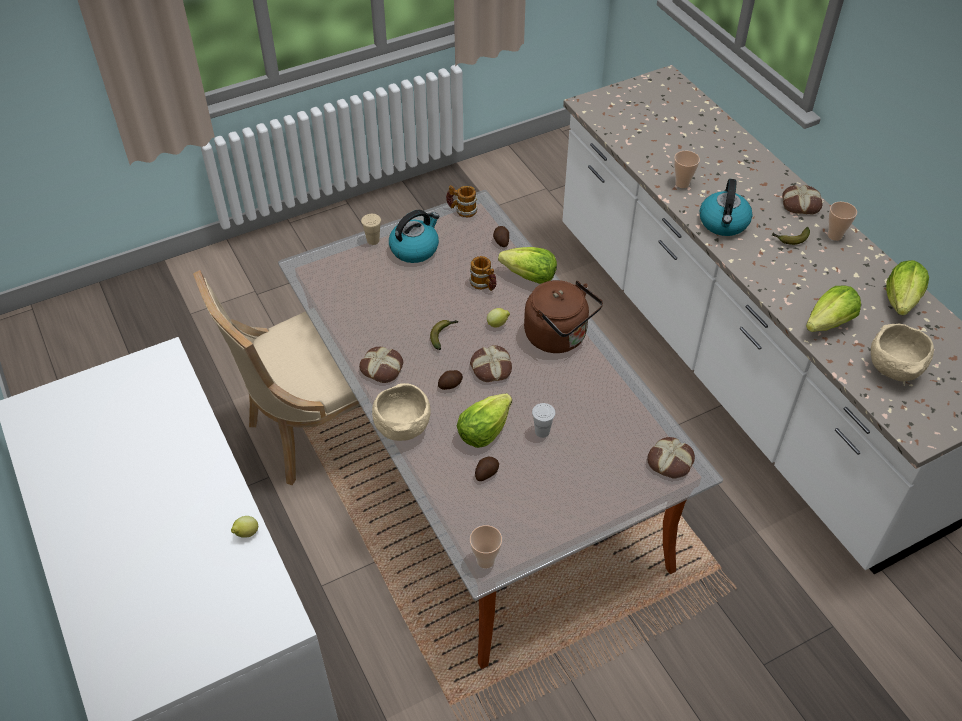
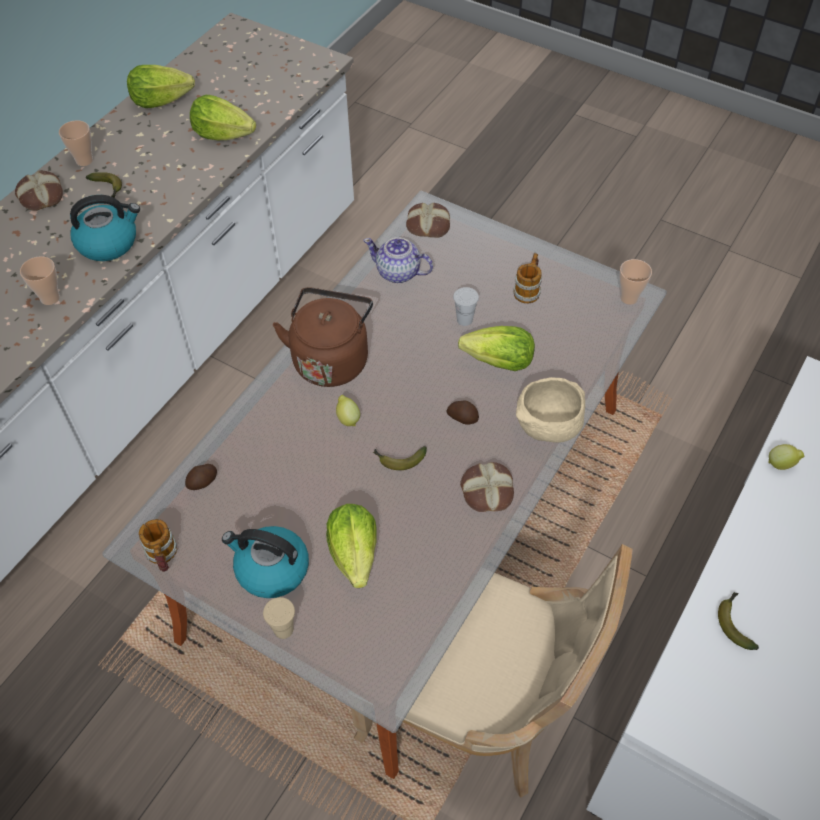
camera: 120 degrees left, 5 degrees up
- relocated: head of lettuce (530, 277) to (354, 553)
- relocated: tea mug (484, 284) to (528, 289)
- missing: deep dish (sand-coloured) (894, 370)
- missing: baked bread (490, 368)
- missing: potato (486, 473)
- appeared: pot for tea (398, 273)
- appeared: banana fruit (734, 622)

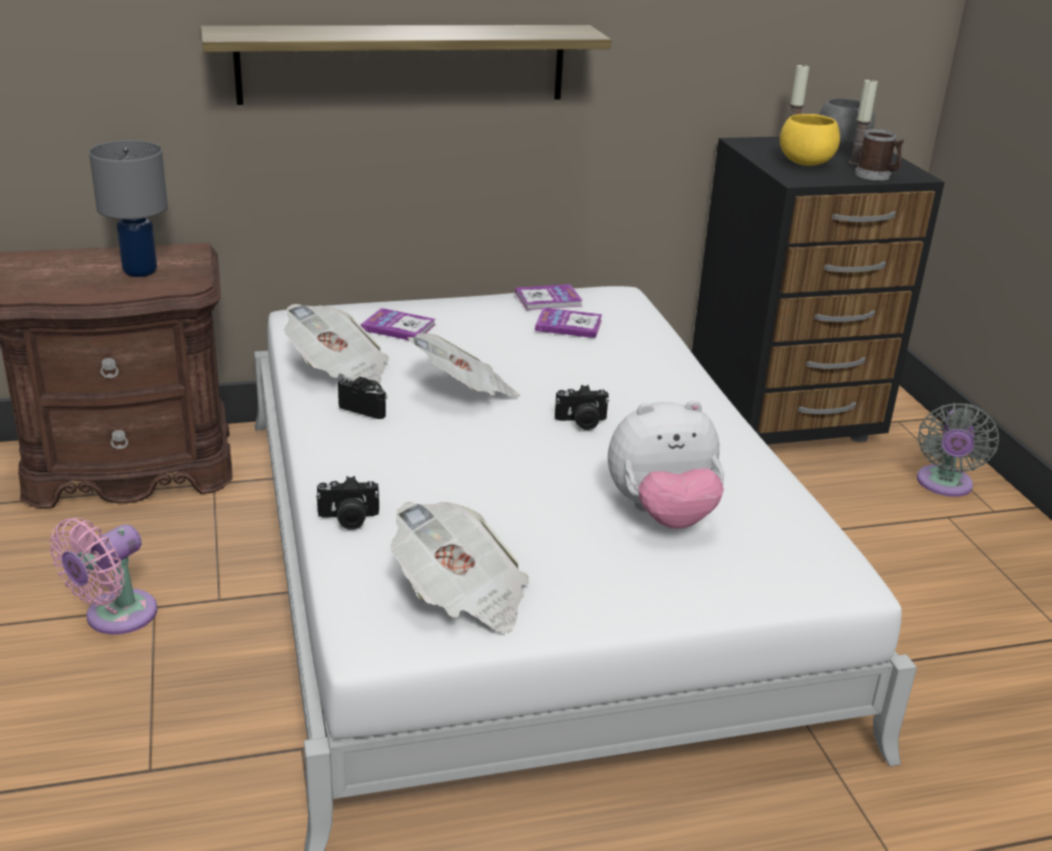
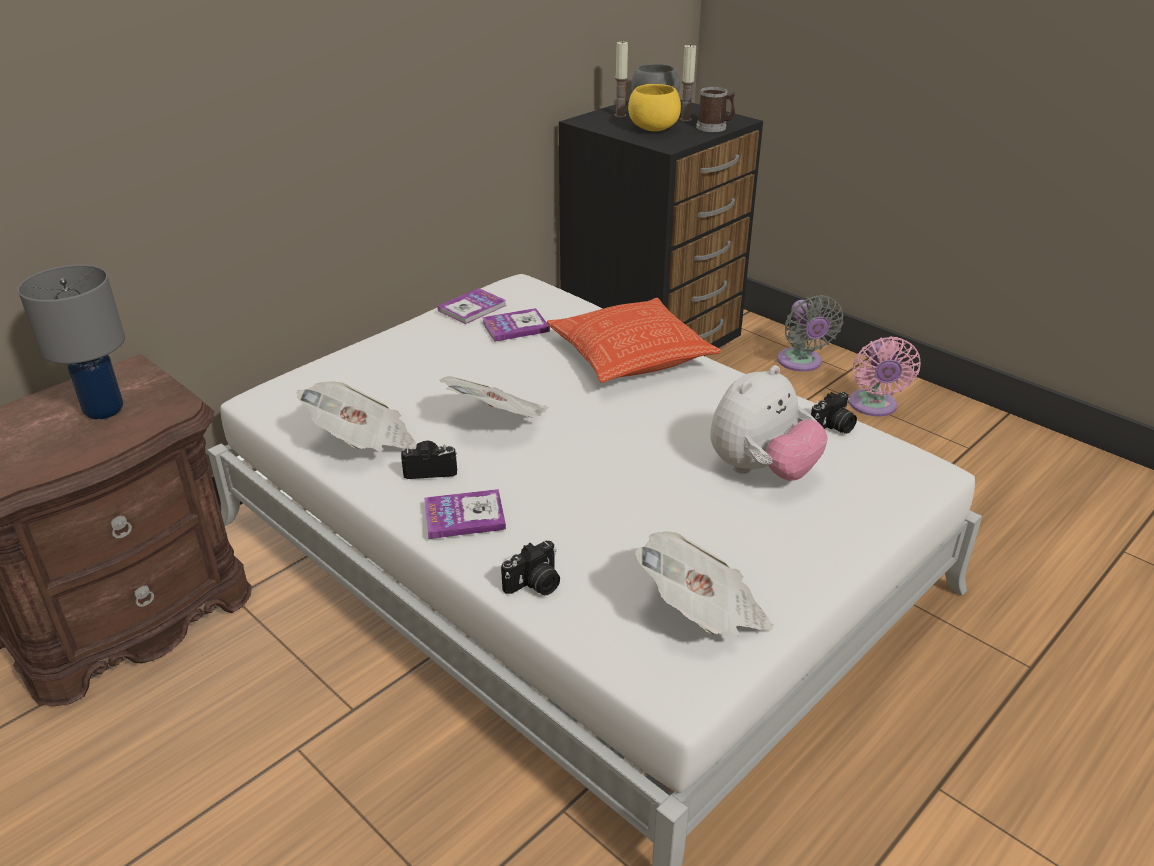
camera: 30 degrees left, 5 degrees up
- missing: shelf (403, 63)
- relocated: volume (398, 327) to (464, 516)
- relocated: still camera (581, 422) to (833, 427)
- relocated: cooling fan (pink) (115, 617) to (873, 407)
- appeared: throw pillow (orangey) (631, 358)

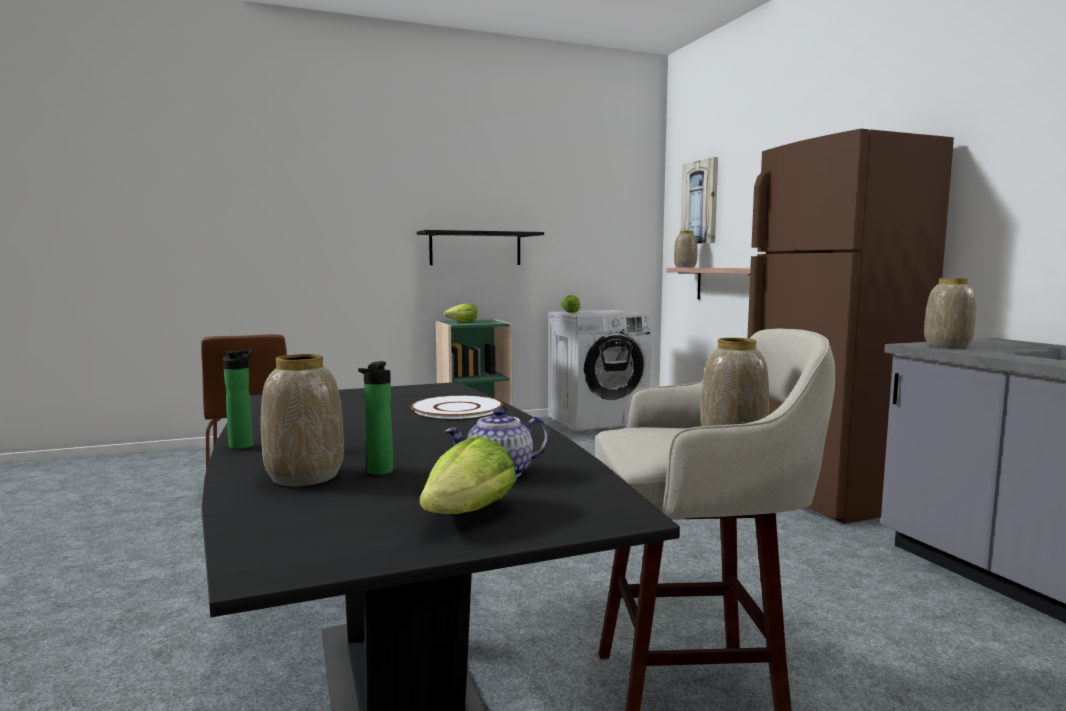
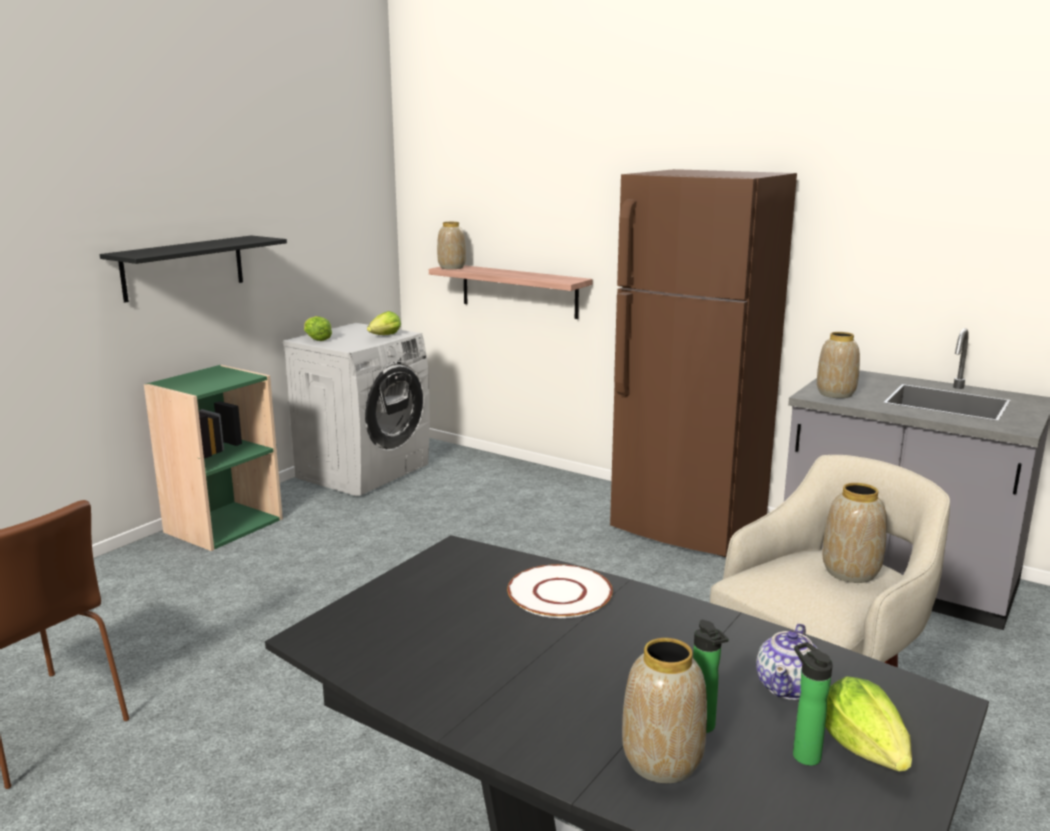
camera: 35 degrees left, 10 degrees up
- missing: wall picture (700, 202)
- relocated: head of lettuce (462, 322) to (385, 336)
- relocated: bottle (243, 445) to (803, 754)

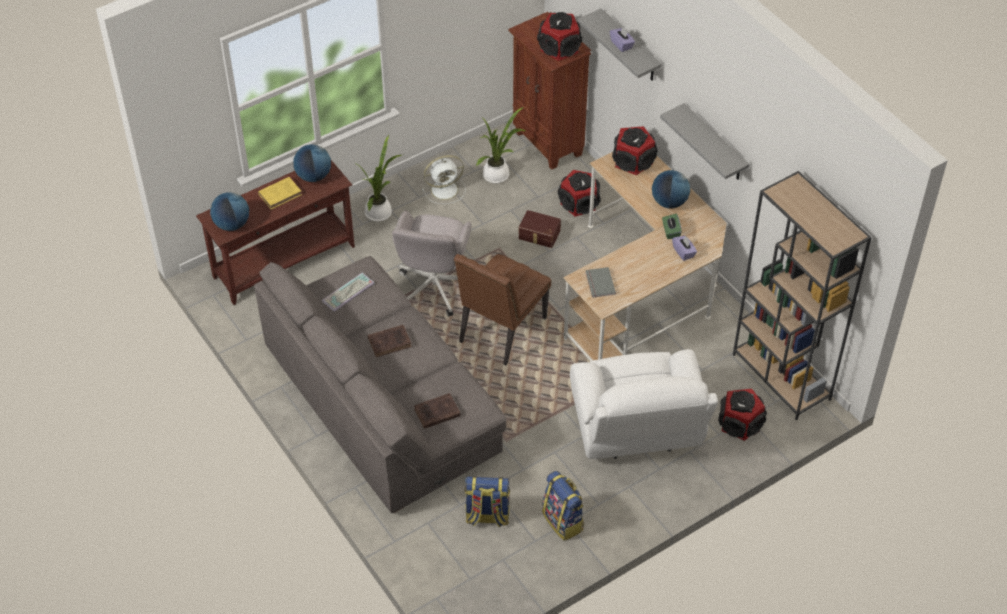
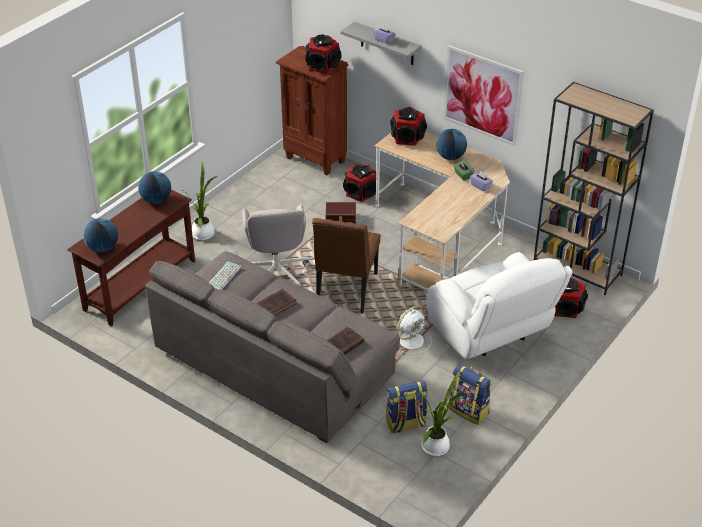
camera: 20 degrees left, 10 degrees down
- exchanged: shelf (greyish) (714, 144) to wall picture (482, 95)
- relocated: potted plant (498, 174) to (437, 445)
- relocated: cooling fan (whitish) (445, 189) to (412, 340)
- missing: volume (yellow-coloured) (281, 194)
- missing: volume (greyish) (599, 283)

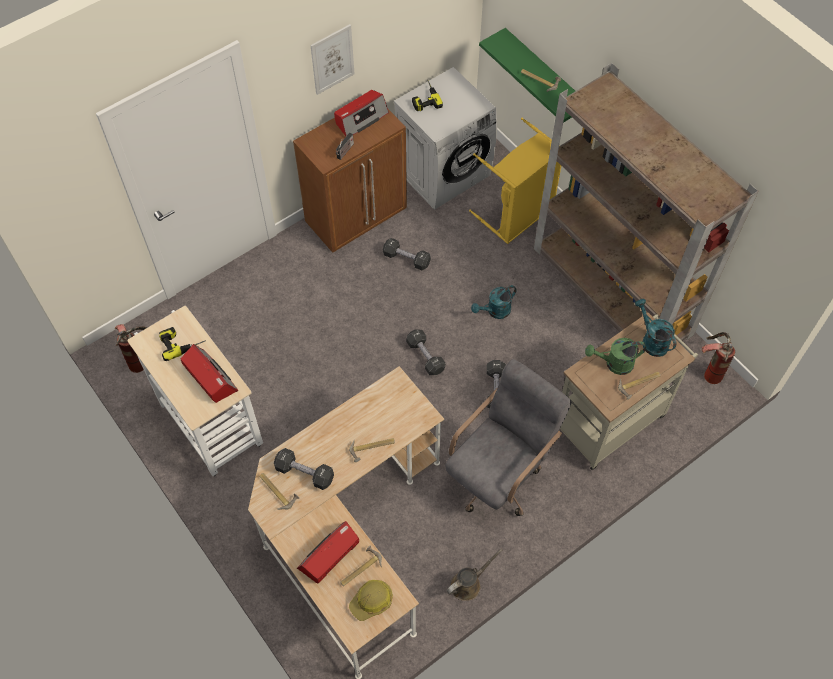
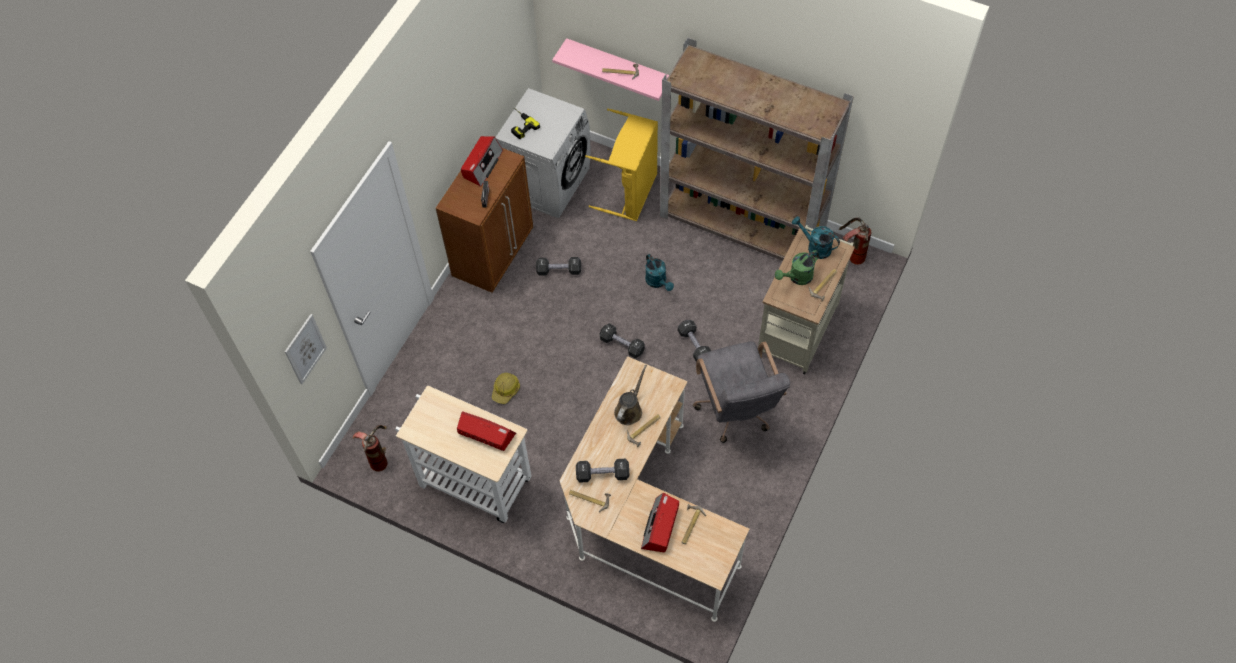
camera: 25 degrees left, 0 degrees up
- relocated: wall picture (332, 59) to (305, 349)
- colour: shelf (green-coloured) (545, 76) to shelf (pink) (618, 66)
- spun: sprinkling can (turquoise-coloured) (495, 311) = (658, 282) 60 degrees counterclockwise
- missing: electric drill (181, 342)
- spun: office chair (greyish) (499, 476) = (735, 413) 150 degrees clockwise
- relocated: sprinkling can (brown-coloured) (468, 584) to (629, 410)
- relocated: work helmet (372, 601) to (506, 390)

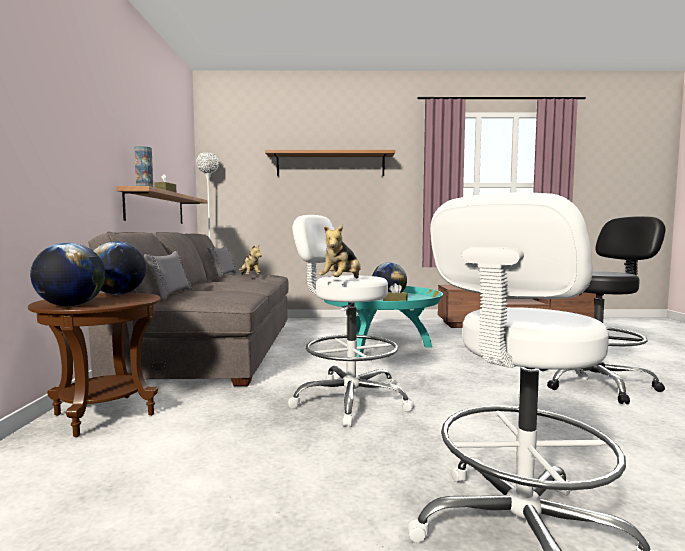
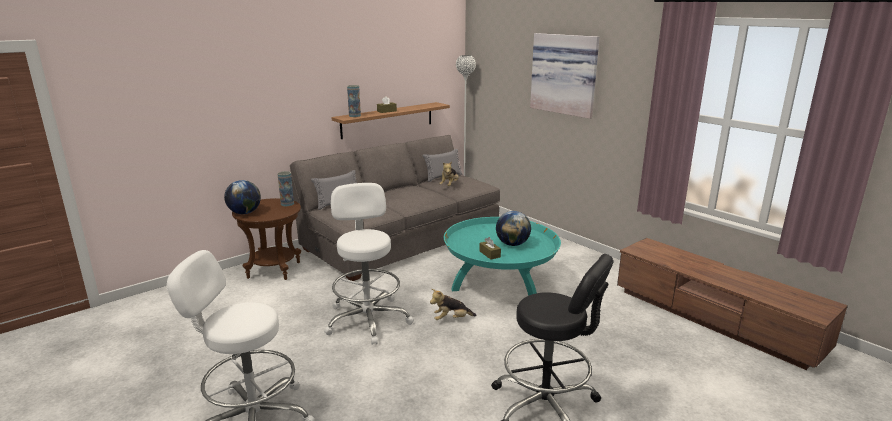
camera: 50 degrees right, 15 degrees up
- exchanged: shelf (330, 164) to wall picture (565, 74)
- relocated: plush toy (341, 282) to (451, 319)
- exchanged: world globe (118, 294) to vase (287, 204)

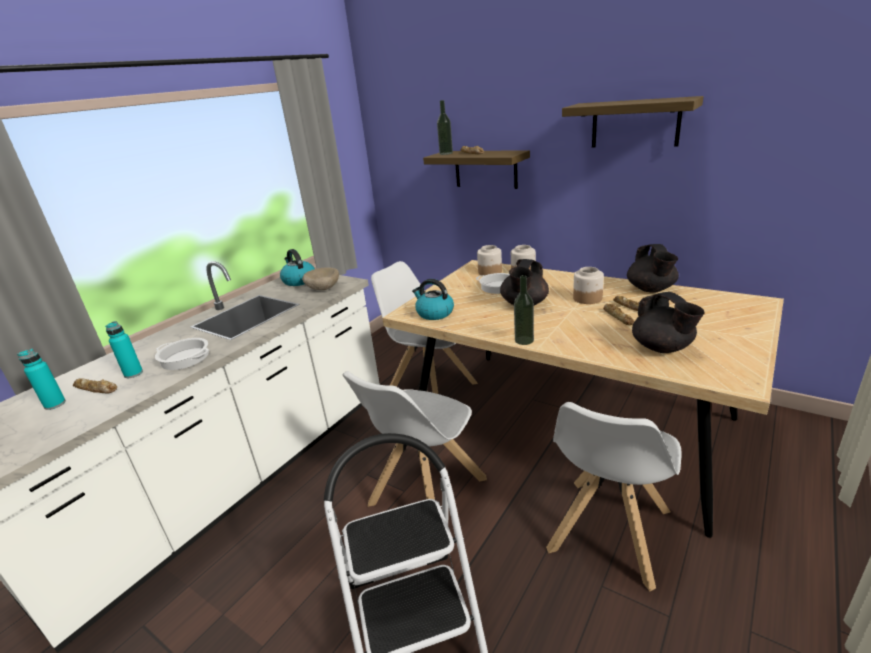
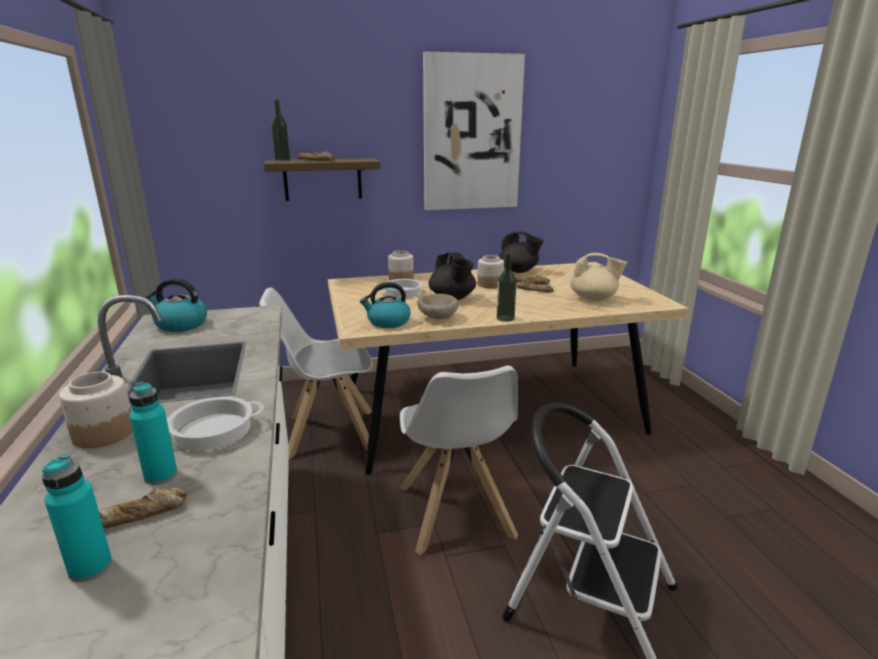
camera: 50 degrees left, 5 degrees down
- exchanged: shelf (635, 123) to wall picture (472, 134)
- relocated: storage jar (489, 272) to (103, 433)
- relocated: deep dish (sand-coloured) (322, 289) to (437, 318)
- colour: pot for tea (black-coloured) (662, 348) to pot for tea (sand-coloured) (594, 299)
- missing: upright chair (608, 533)

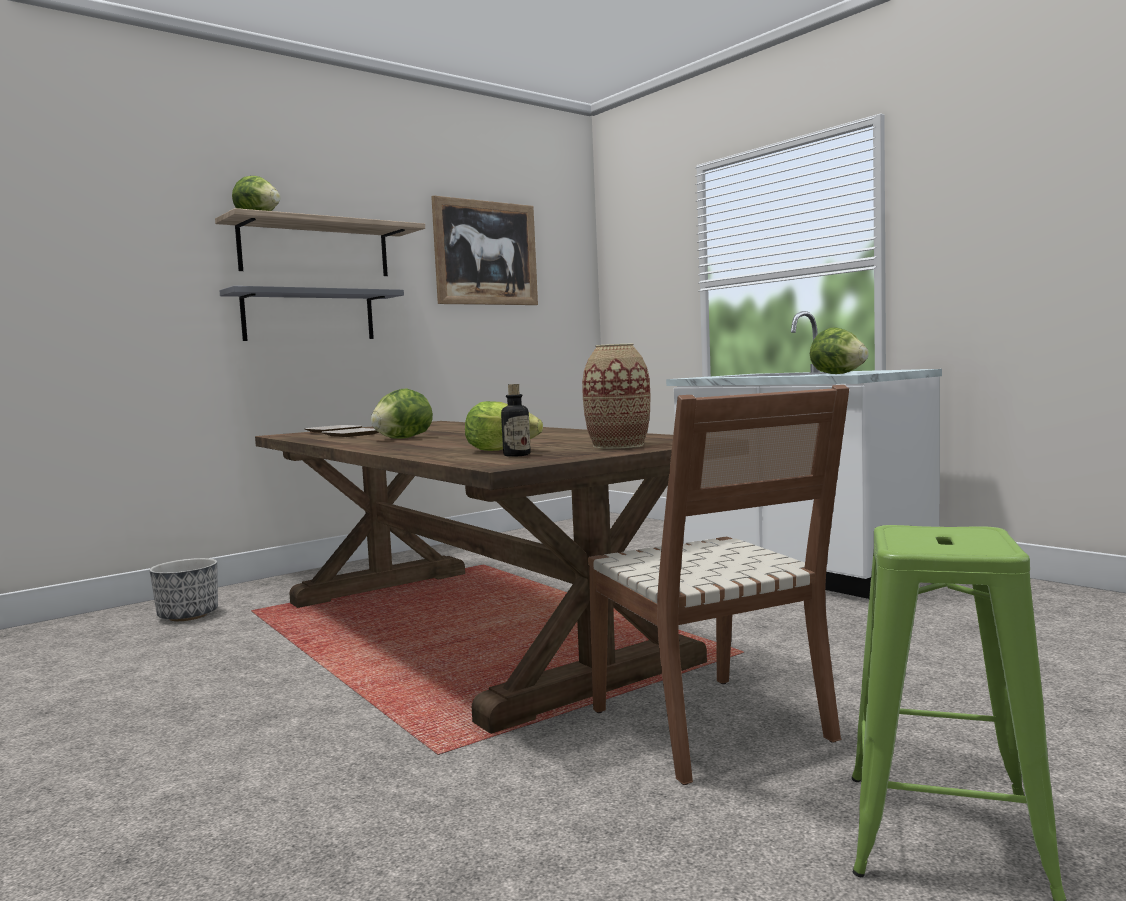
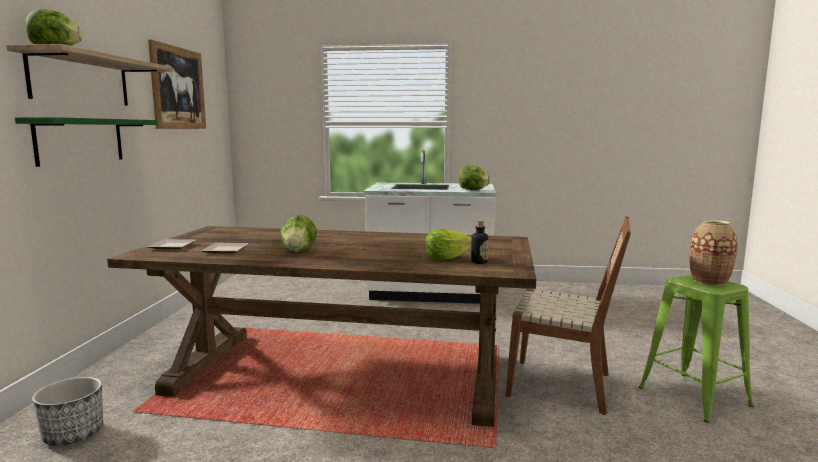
camera: 45 degrees left, 5 degrees up
- colour: shelf (greyish) (309, 315) to shelf (green-coloured) (80, 140)
- relocated: vase (618, 445) to (709, 281)

